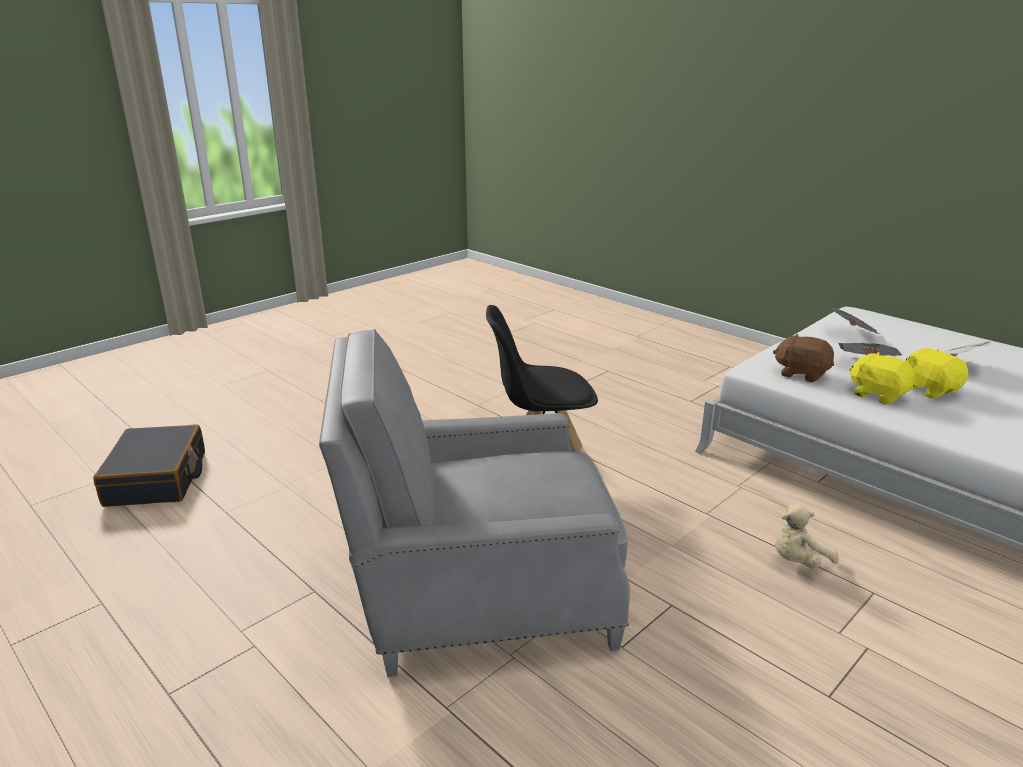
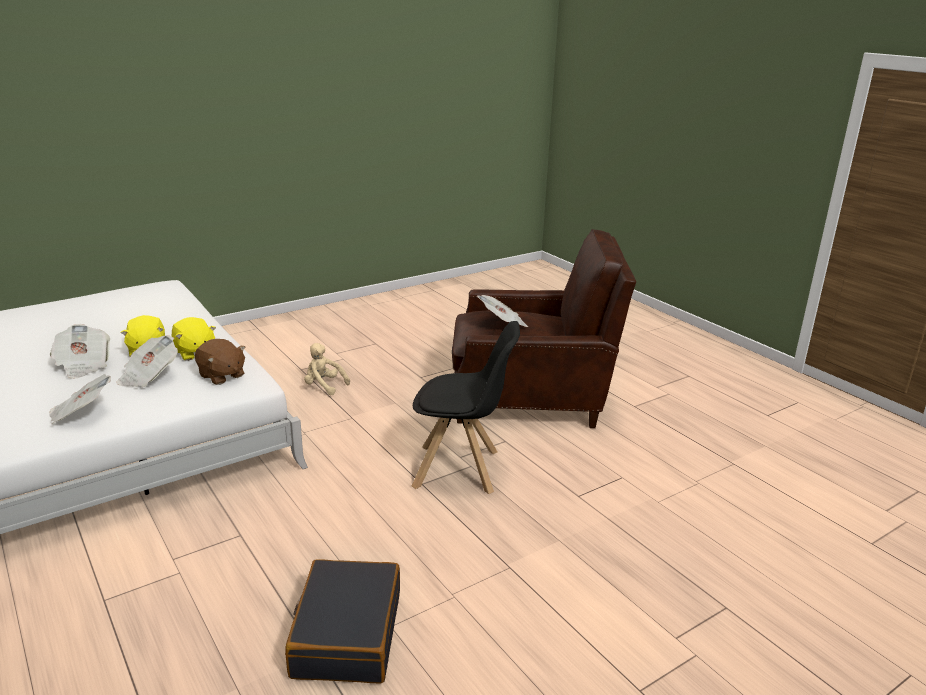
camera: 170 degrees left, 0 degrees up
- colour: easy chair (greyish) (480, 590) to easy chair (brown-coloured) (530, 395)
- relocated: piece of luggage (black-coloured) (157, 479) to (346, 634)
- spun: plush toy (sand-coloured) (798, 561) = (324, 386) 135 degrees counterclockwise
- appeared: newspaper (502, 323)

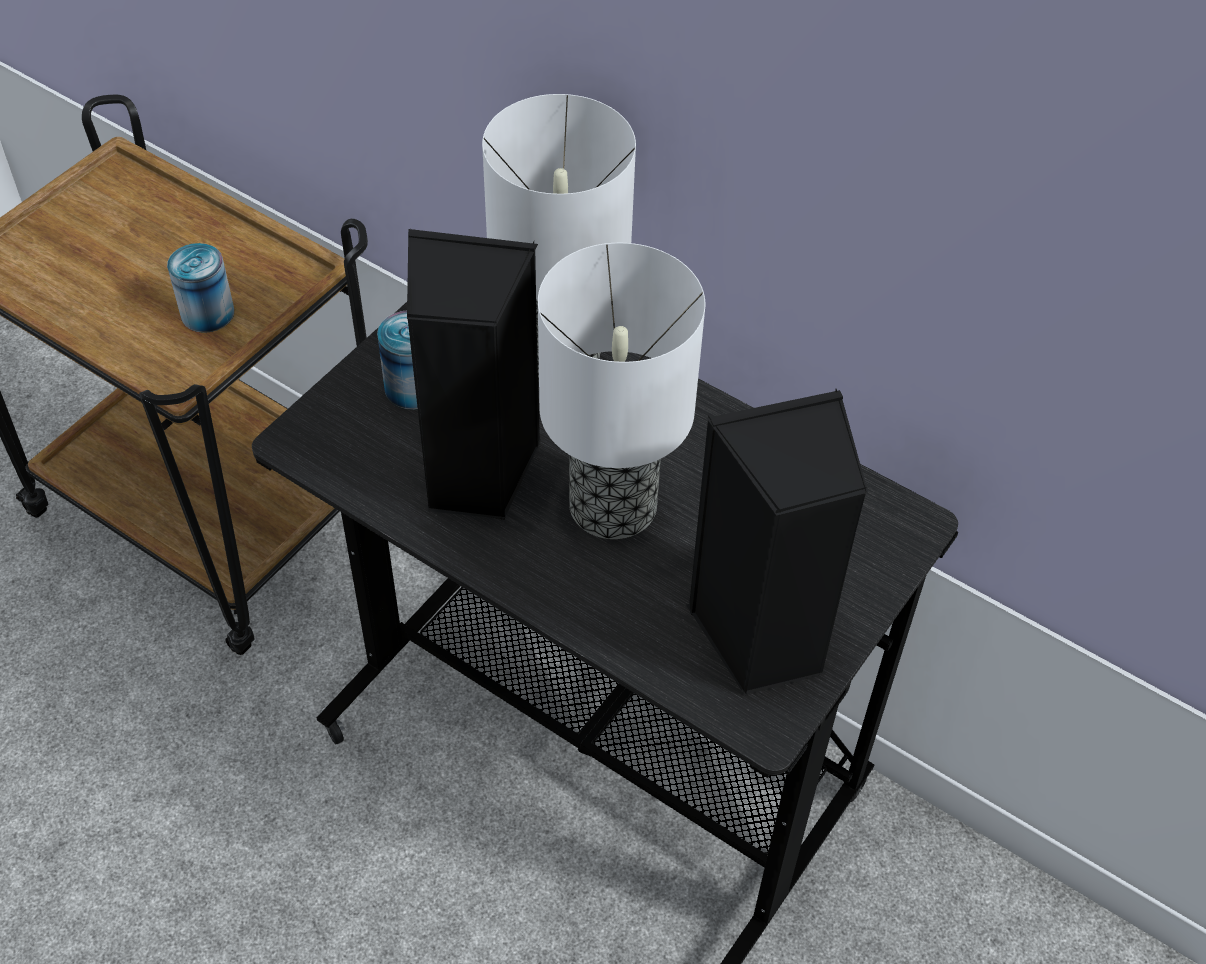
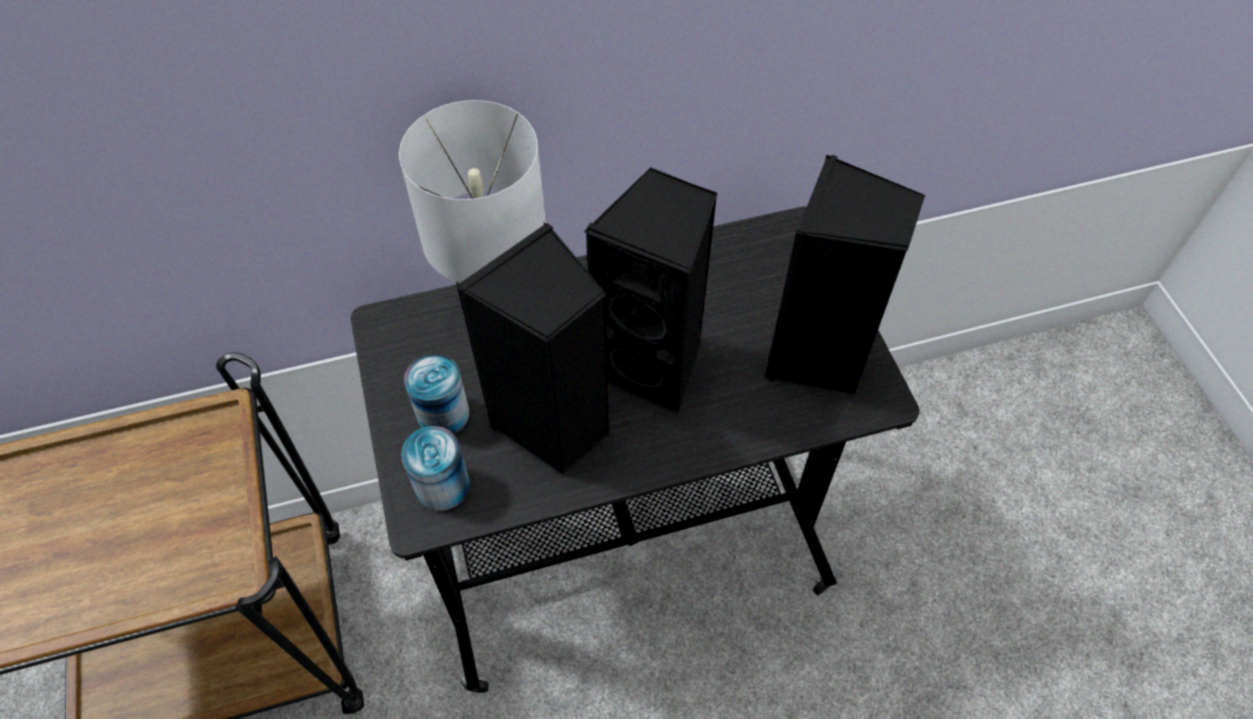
camera: 50 degrees left, 5 degrees up
- relocated: metal can (207, 313) to (442, 485)
- exchanged: table lamp (615, 507) to loudspeaker (black-coloured) (654, 366)

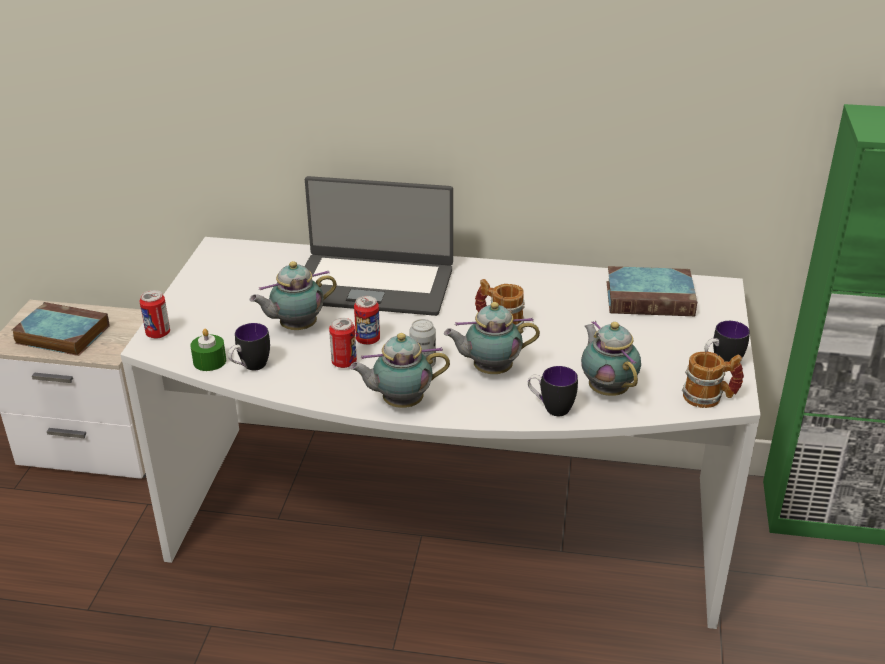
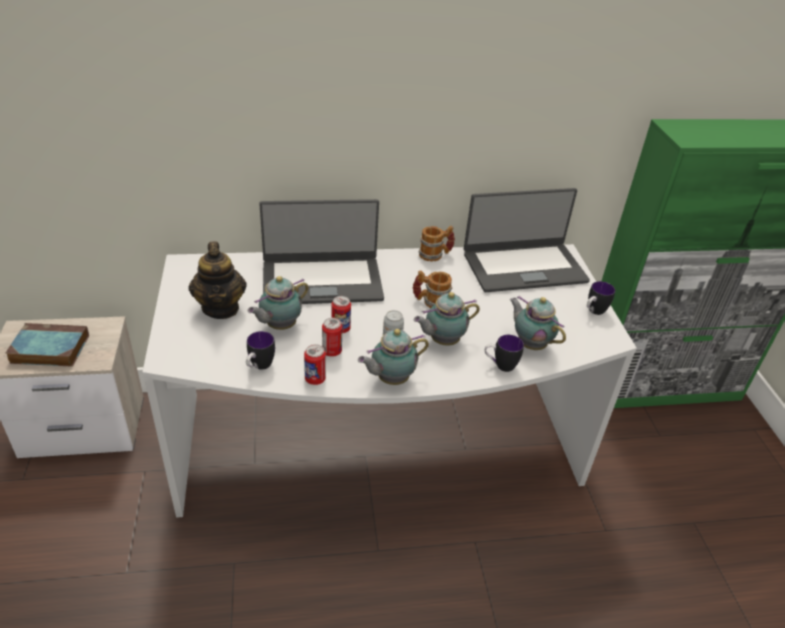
camera: 20 degrees left, 5 degrees up
- exchanged: volume (651, 298) to laptop (523, 267)
- relocated: metal can (158, 334) to (315, 379)
- missing: candle (green-coloured) (209, 361)
- relocated: tea mug (710, 397) to (435, 255)
- appeared: pot for tea (221, 308)

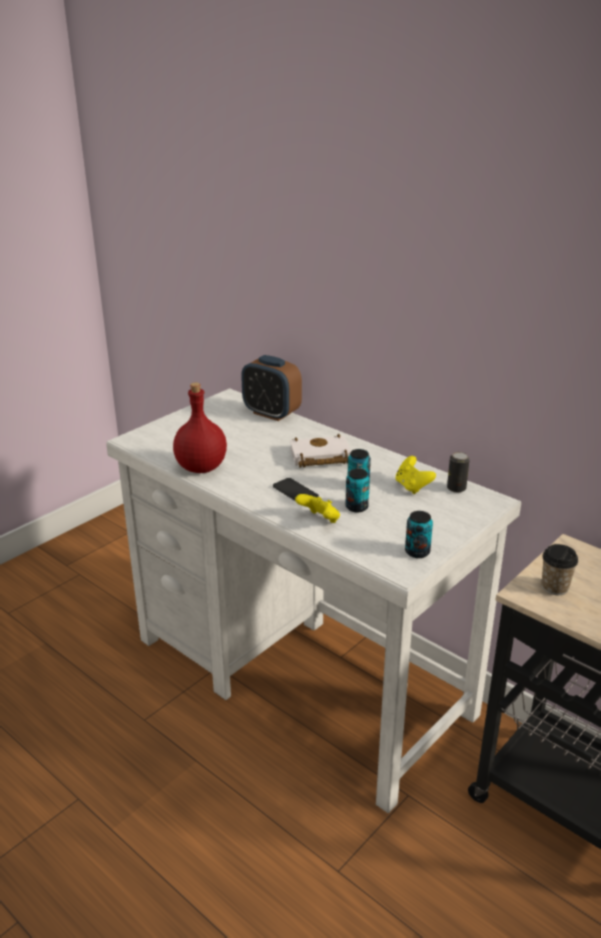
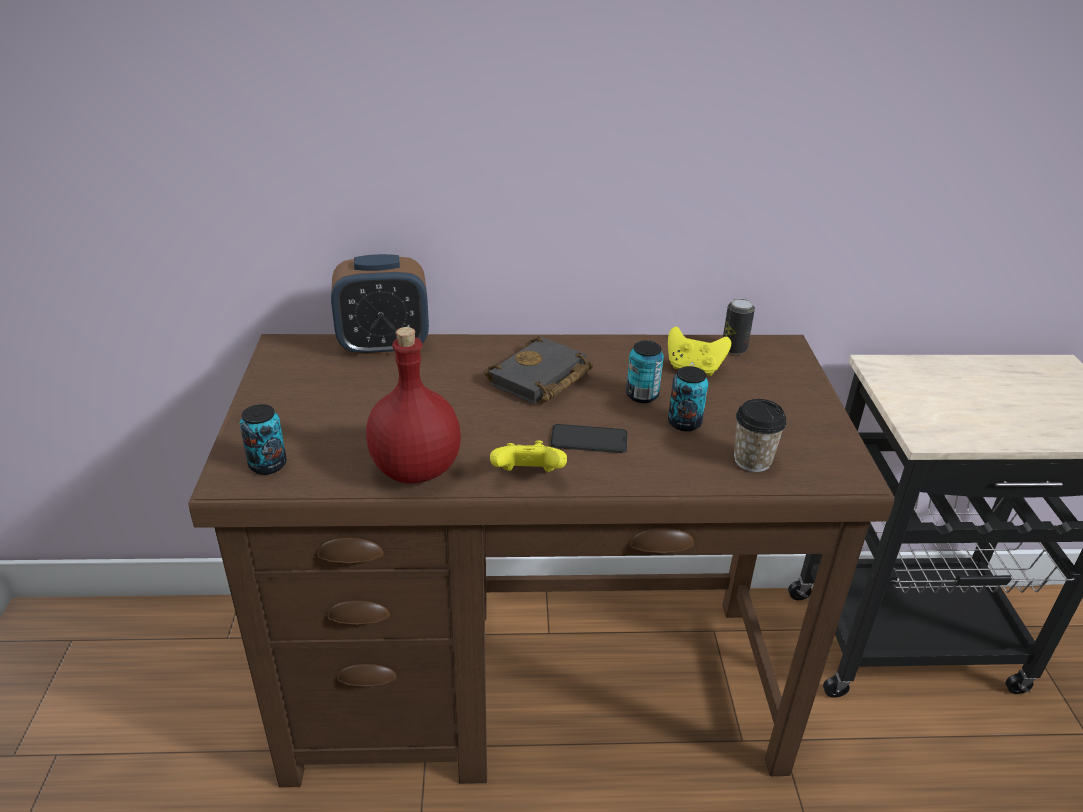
camera: 45 degrees left, 5 degrees up
- colour: desk (whitish) (303, 675) to desk (brown-coloured) (535, 683)
- colour: volume (whitish) (319, 457) to volume (black-coloured) (540, 380)
- relocated: joypad (yellow-coloured) (320, 520) to (528, 476)
- relocated: metal can (417, 552) to (268, 465)
- relocated: small cup (554, 587) to (752, 460)

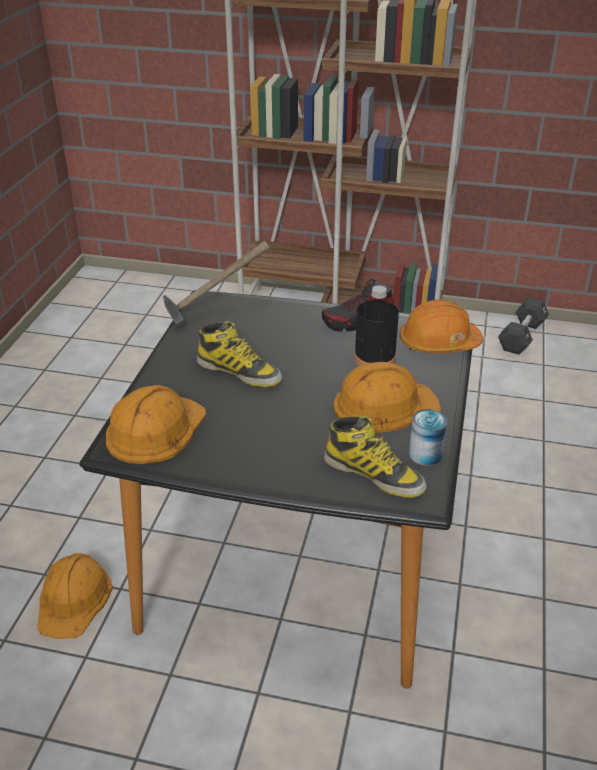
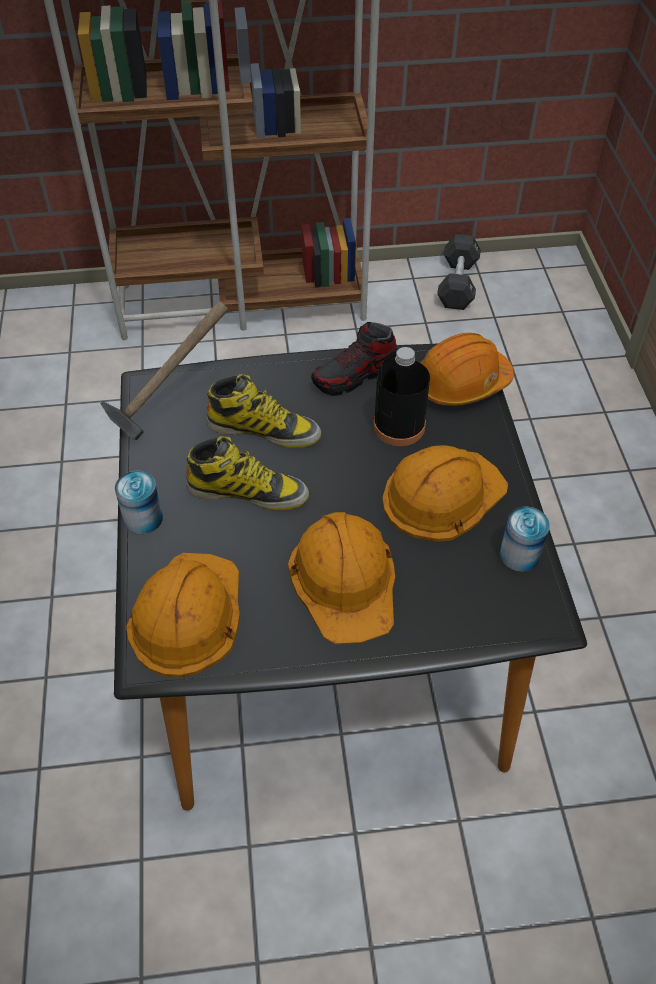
camera: 20 degrees left, 15 degrees up
- relocated: boot (374, 474) to (264, 429)
- relocated: work helmet (orangey) (74, 599) to (345, 580)
- appeared: metal can (143, 518)

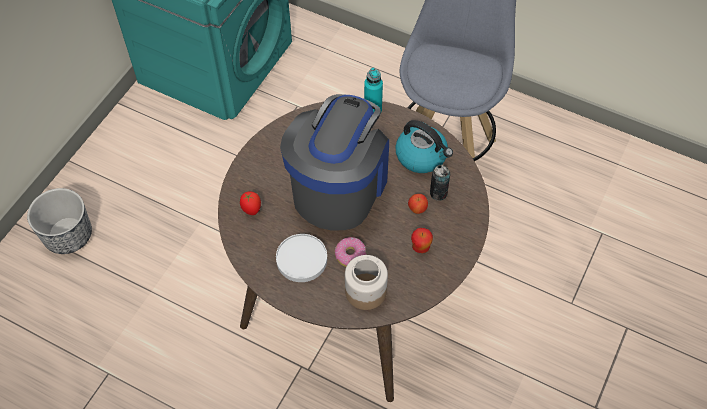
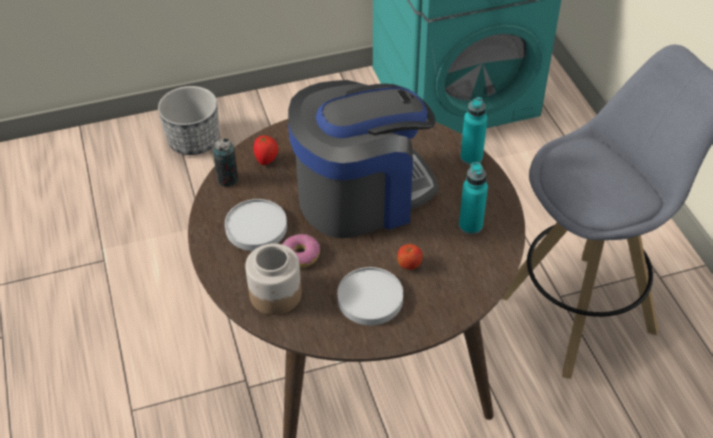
camera: 45 degrees right, 10 degrees down
- exchanged: water kettle (422, 156) to bottle (turquoise-coloured) (470, 226)
- relocated: metal can (438, 193) to (227, 179)
- exchanged: apple (420, 247) to dinner plate (whitish) (370, 298)

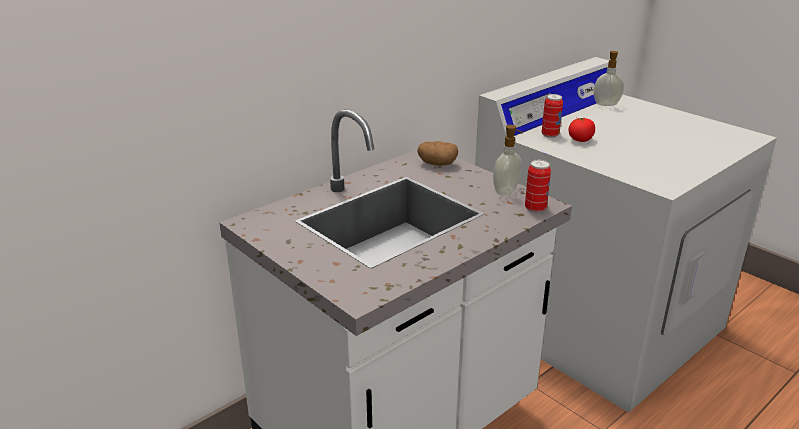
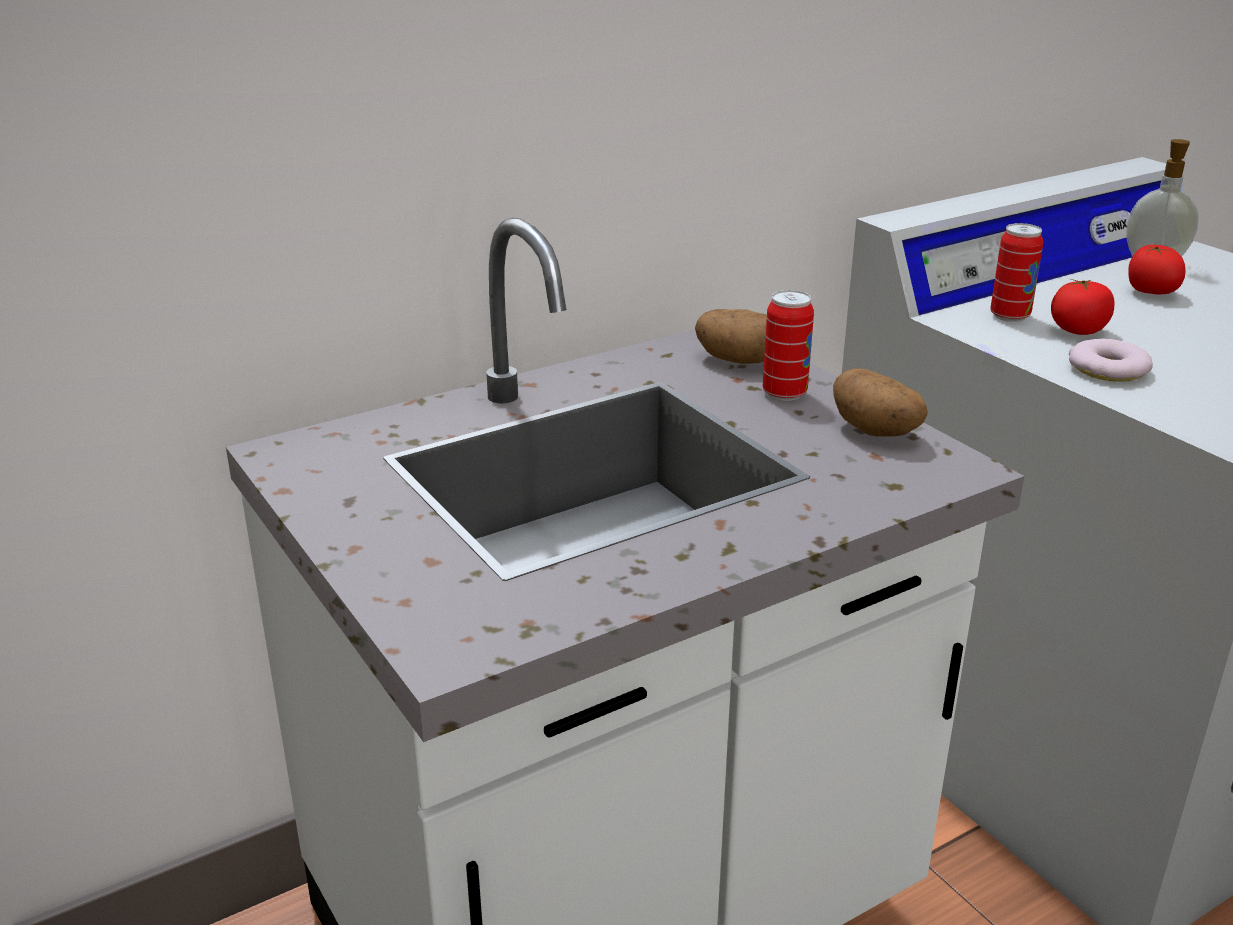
camera: 10 degrees right, 0 degrees up
- exchanged: soap dispenser (506, 191) to potato (876, 431)
- relocated: metal can (535, 208) to (784, 393)
- appeared: tomato (1150, 292)
- appeared: ring doughnut (1108, 369)

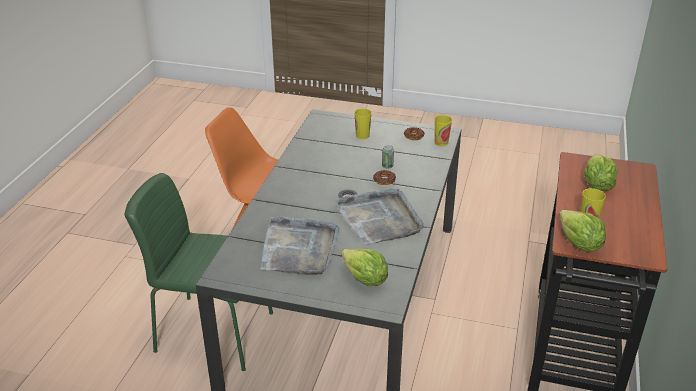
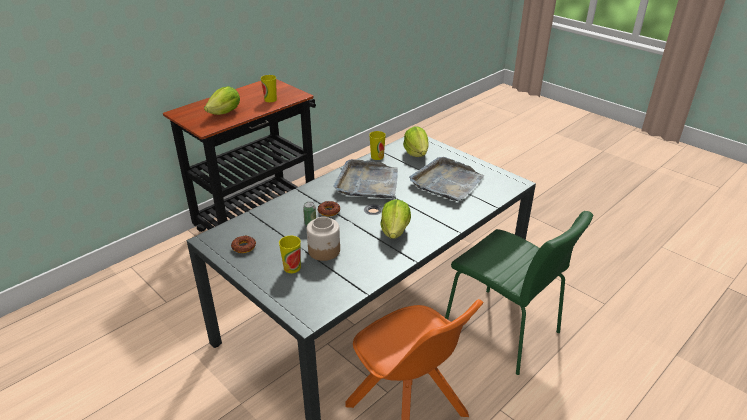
camera: 150 degrees left, 0 degrees up
- relocated: small cup (441, 142) to (377, 156)
- relocated: head of lettuce (579, 244) to (395, 231)
- appeared: storage jar (324, 251)

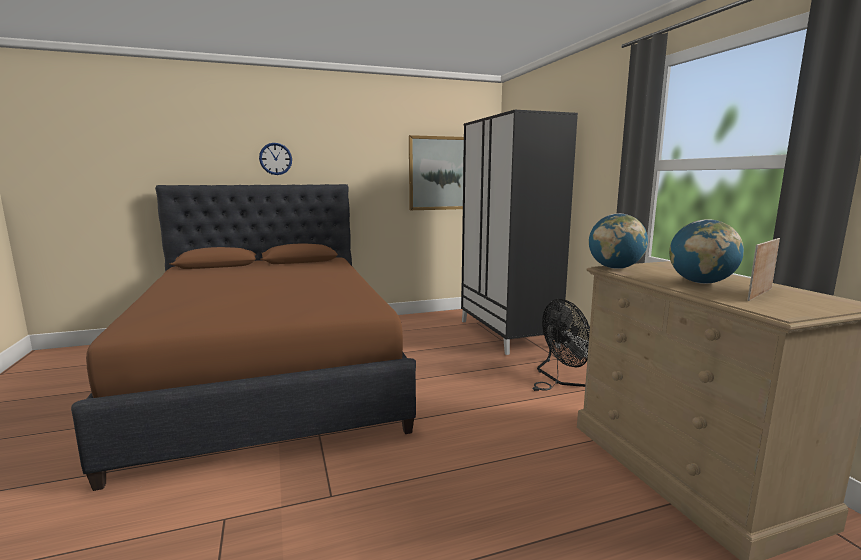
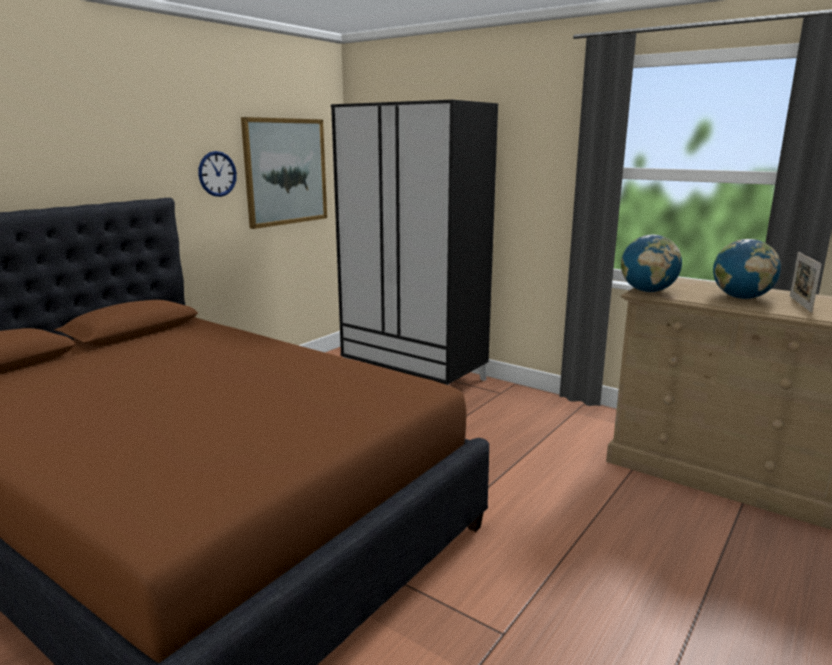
camera: 35 degrees left, 5 degrees up
- relocated: wall clock (275, 159) to (217, 174)
- missing: cooling fan (black-coloured) (558, 377)

